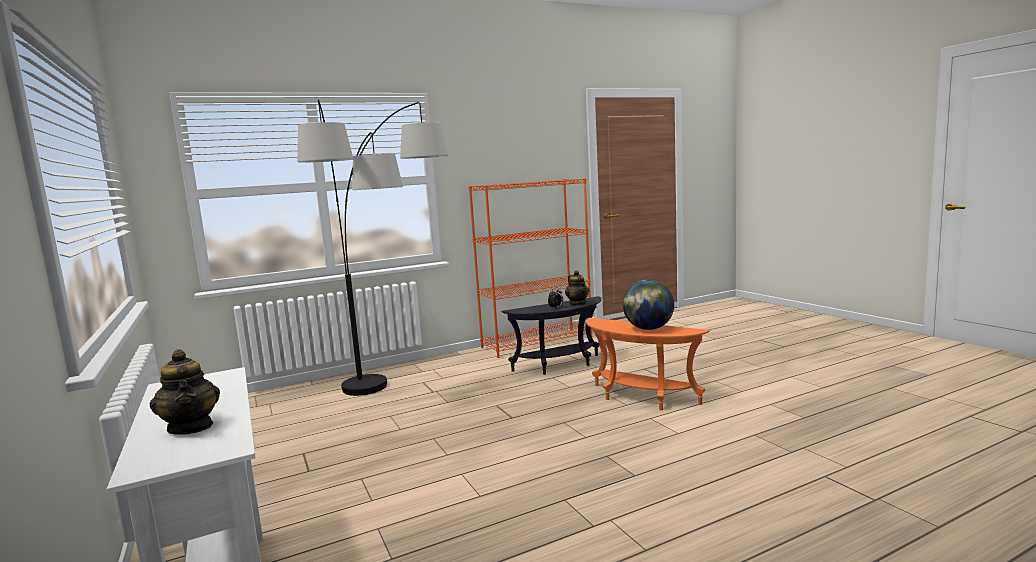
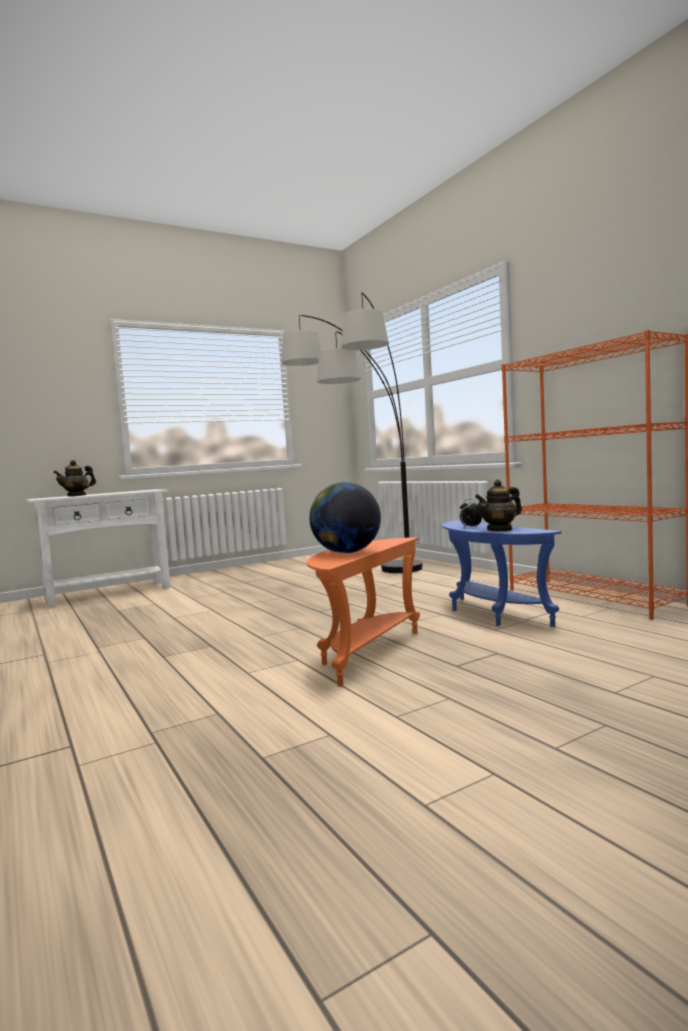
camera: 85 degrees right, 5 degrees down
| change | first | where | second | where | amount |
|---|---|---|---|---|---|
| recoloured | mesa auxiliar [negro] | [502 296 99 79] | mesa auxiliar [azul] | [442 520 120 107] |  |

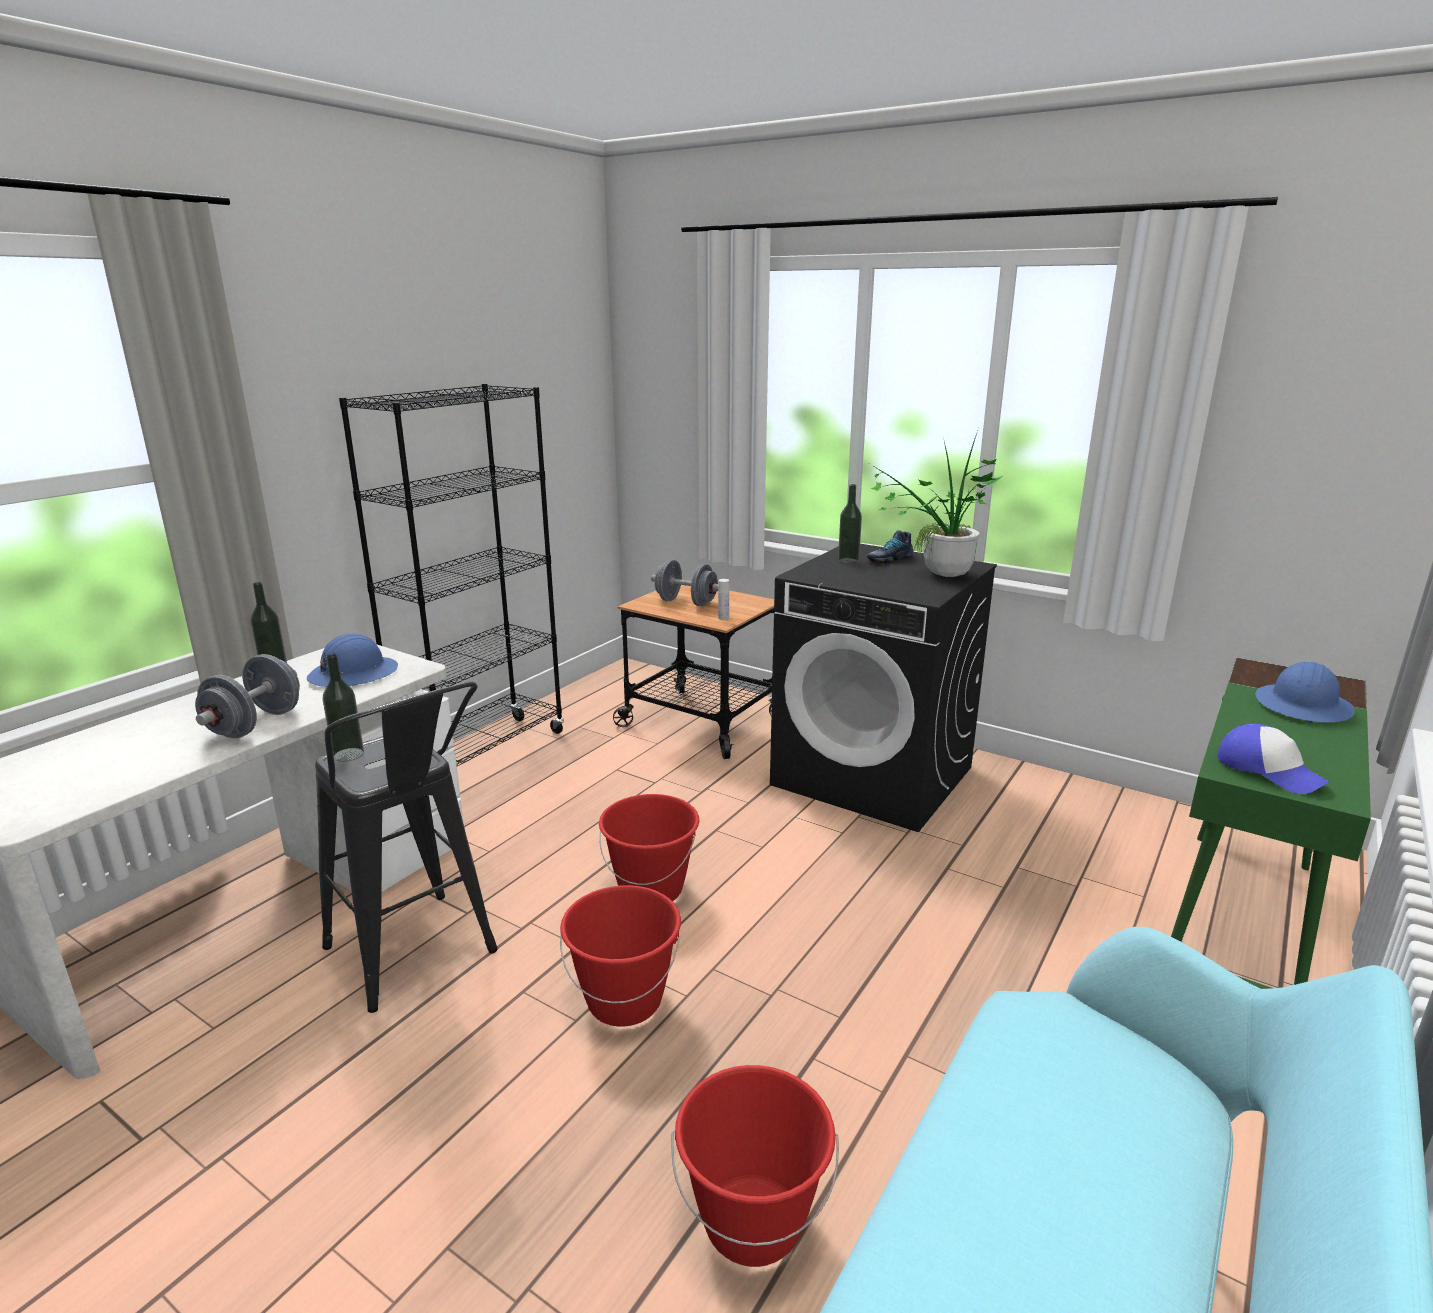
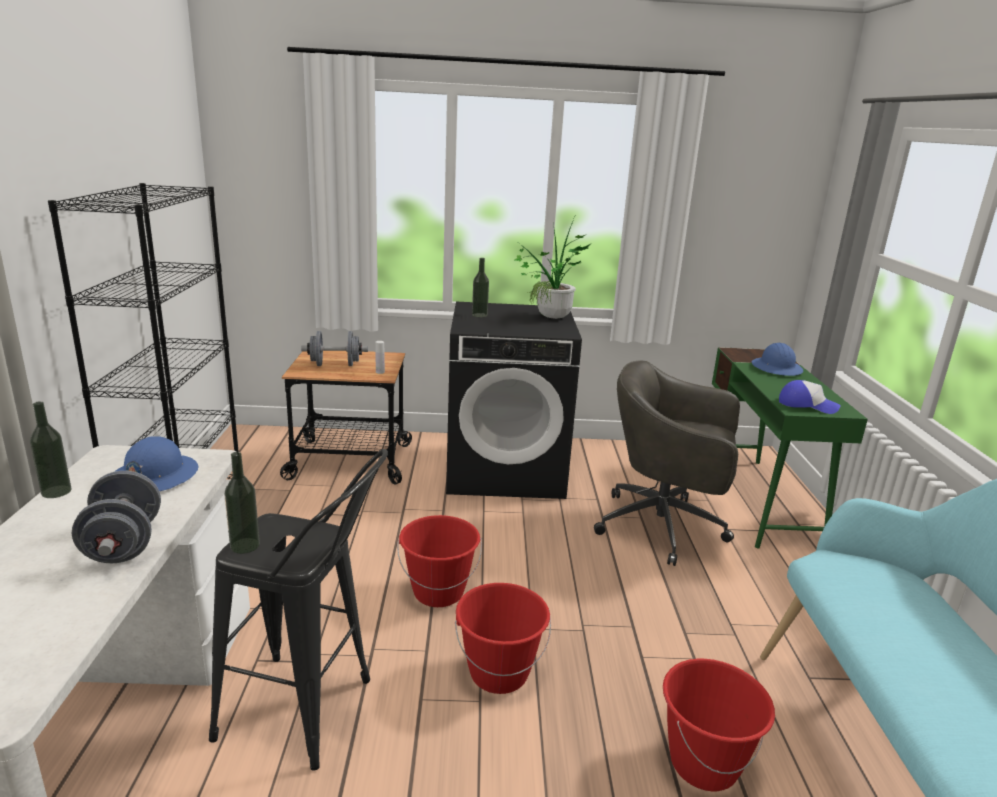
camera: 35 degrees left, 0 degrees up
| change | first | where | second | where | amount |
|---|---|---|---|---|---|
| removed | zapato | [867 530 47 34] |  |  |  |
| added |  |  | silla de oficina [gris] | [594 360 146 206] |  |

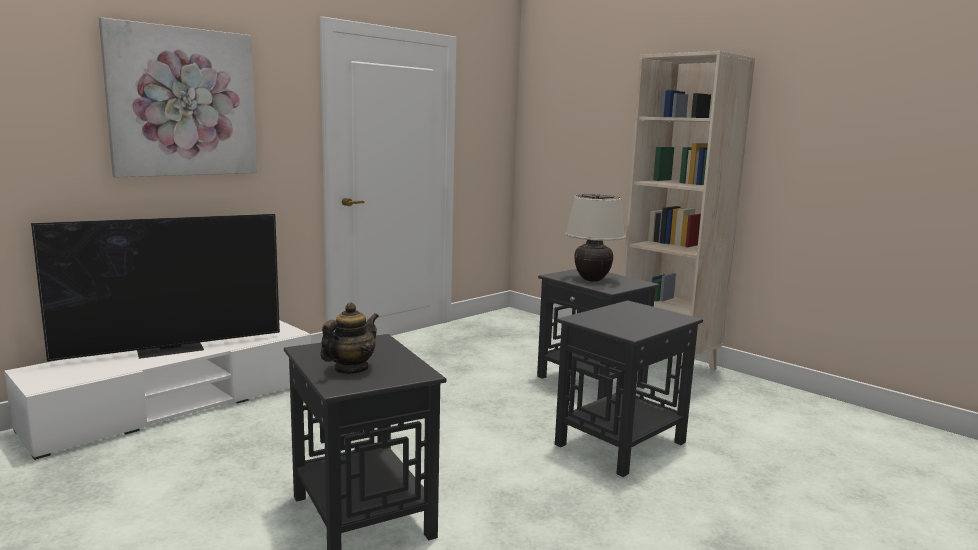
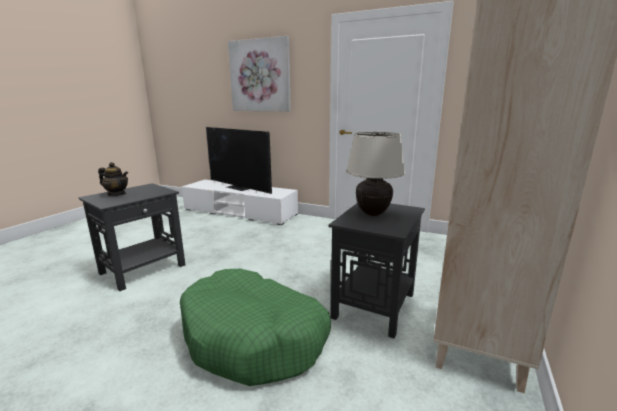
camera: 70 degrees right, 5 degrees up
| change | first | where | second | where | amount |
|---|---|---|---|---|---|
| replaced | mesa auxiliar [negro] | [555 300 148 177] | cama para perro [verde] | [180 269 151 117] |  |

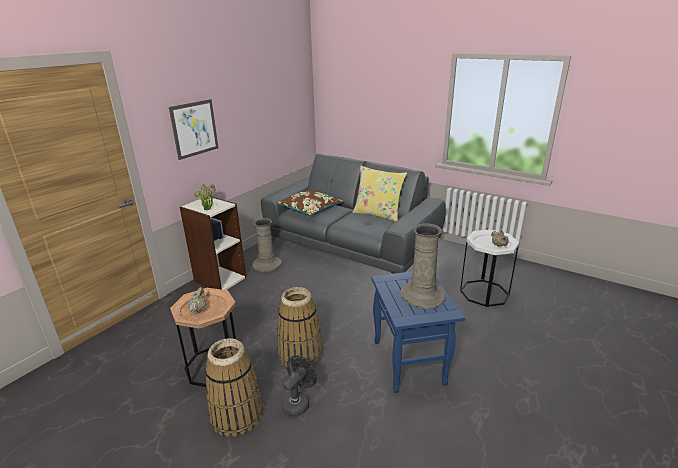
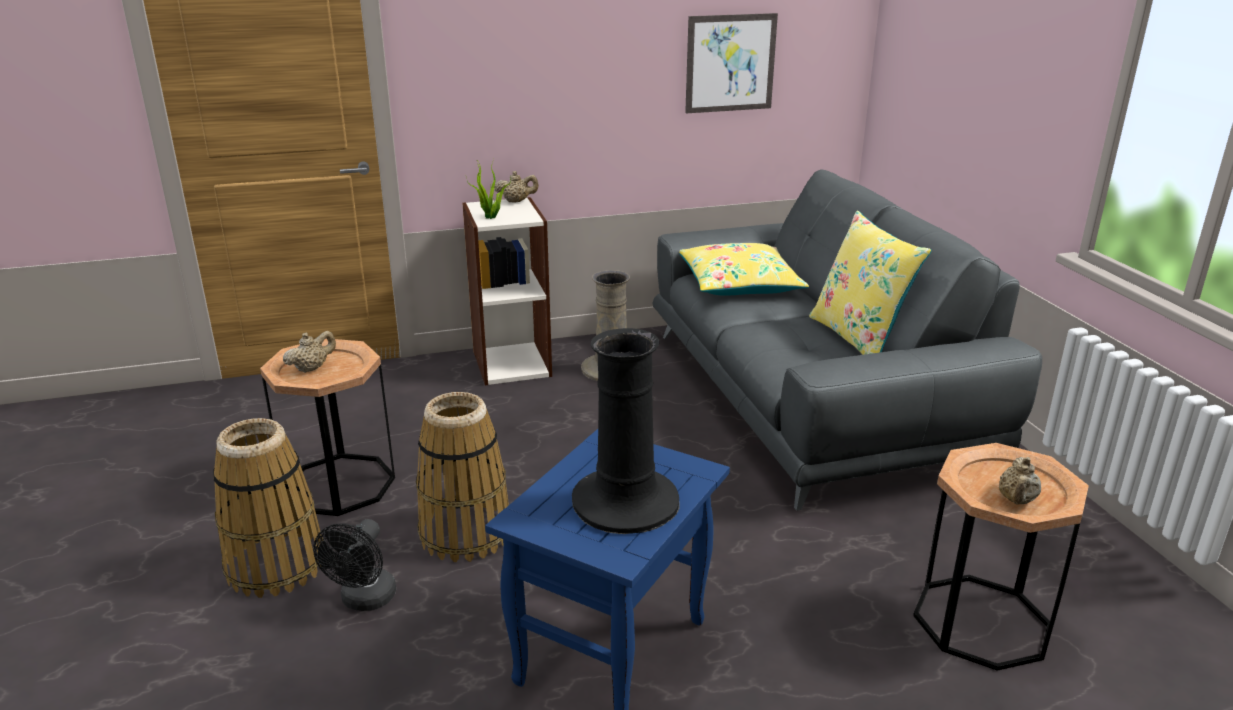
camera: 40 degrees right, 0 degrees up
| change | first | where | second | where | amount |
|---|---|---|---|---|---|
| moved | cuadro | [169 99 50 61] |  | [685 13 93 100] |  |
| recoloured | cojín [marrón] | [278 190 66 26] | cojín [amarillo] | [679 243 130 53] |  |
| recoloured | florero [beis] | [400 223 46 85] | florero [negro] | [572 328 108 206] |  |
| recoloured | mesa auxiliar [blanco] | [460 229 59 78] | mesa auxiliar [marrón] | [913 443 176 228] |  |
| turned | ventilador [negro] | [281 355 36 62] |  | [313 519 83 92] | 120 degrees clockwise |

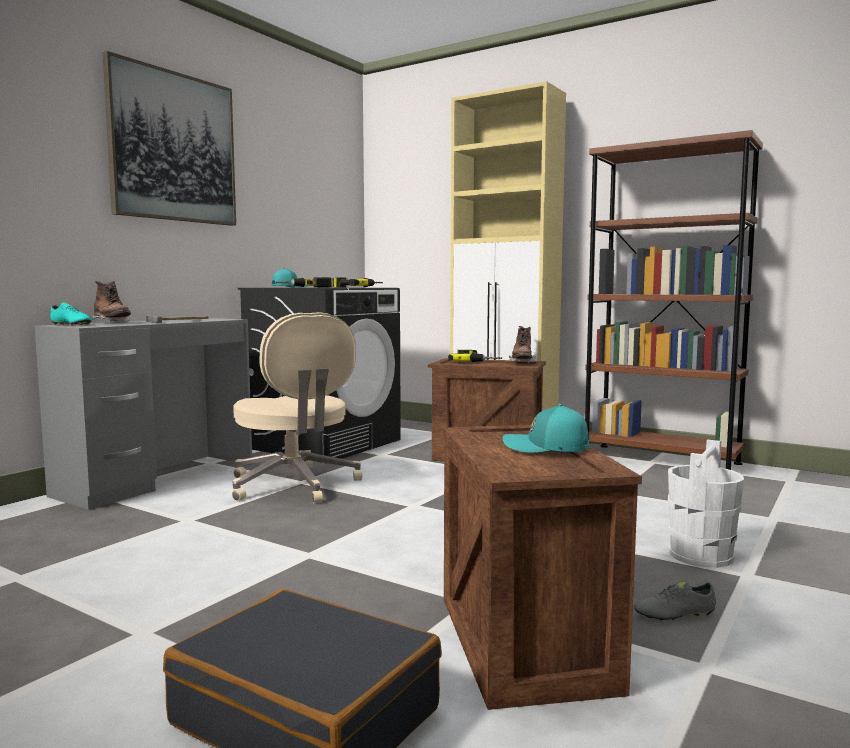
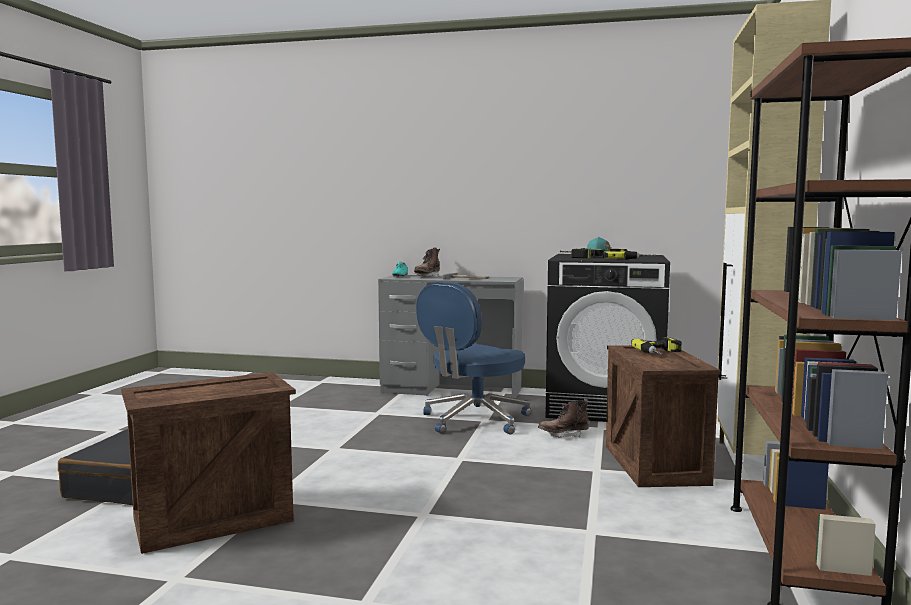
camera: 70 degrees right, 0 degrees up
| change | first | where | second | where | amount |
|---|---|---|---|---|---|
| removed | cuadro | [102 51 134 175] |  |  |  |
| recoloured | silla de oficina [beis] | [232 312 130 191] | silla de oficina [azul] | [416 282 115 153] |  |
| moved | bota [marrón] | [509 326 27 37] |  | [538 399 51 38] |  |
| removed | gorra [turquesa] | [503 404 86 49] |  |  |  |
| removed | cubo [blanco] | [668 439 76 129] |  |  |  |
| removed | zapato [gris] | [634 580 82 42] |  |  |  |

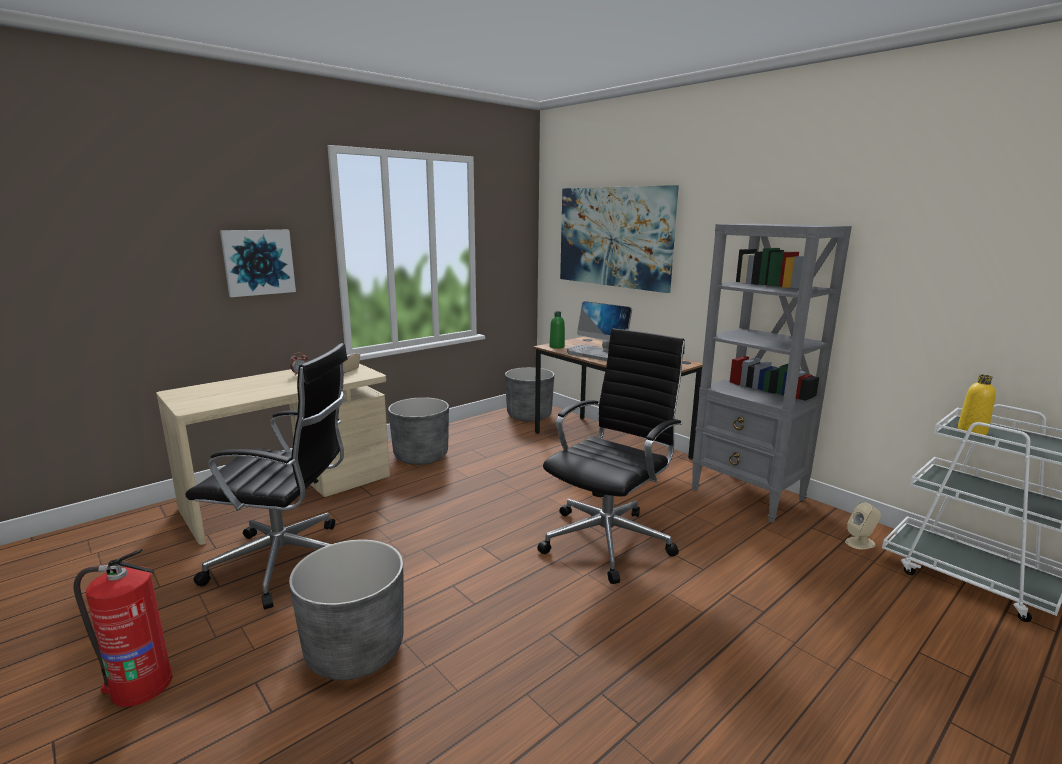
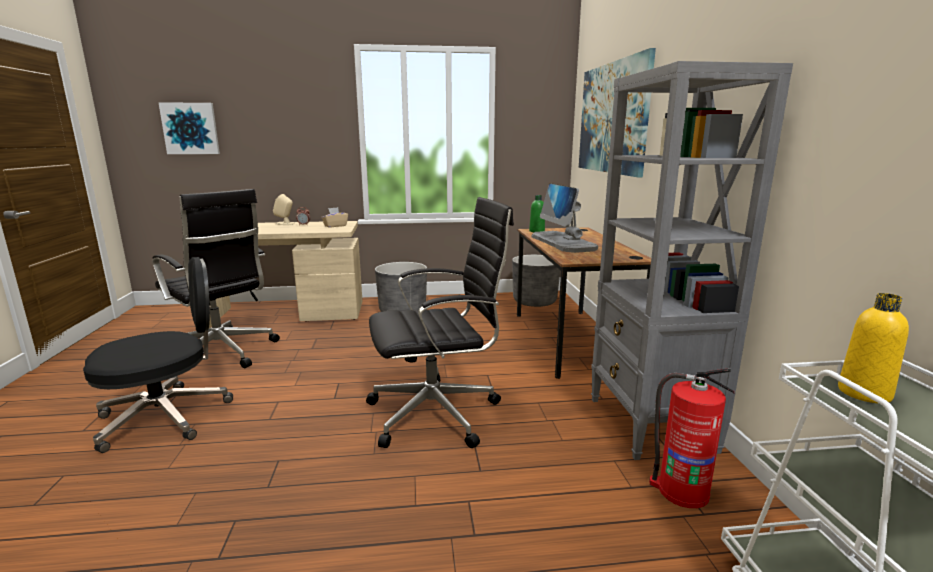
camera: 35 degrees right, 0 degrees up
| change | first | where | second | where | amount |
|---|---|---|---|---|---|
| moved | cuadro | [220 230 76 67] |  | [158 102 62 52] |  |
| moved | altavoz [beis] | [845 502 36 47] |  | [273 194 22 31] |  |
| replaced | maceta [gris] | [289 540 115 140] | silla de oficina [negro] | [83 257 150 196] |  |
| moved | extintor | [74 549 99 158] |  | [649 369 85 139] |  |

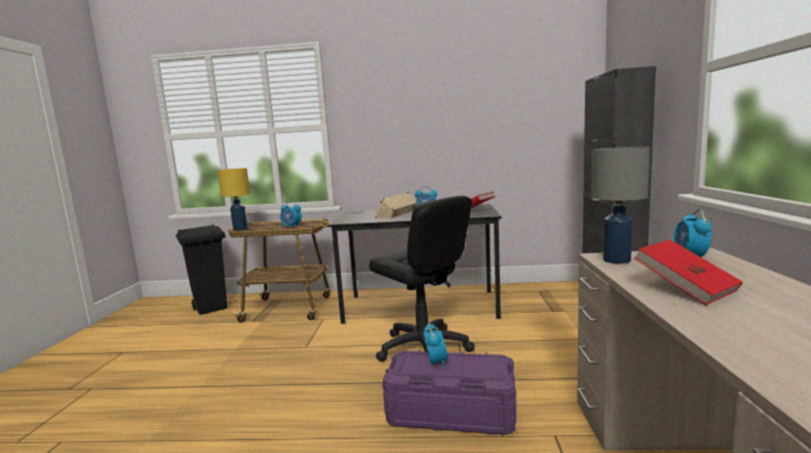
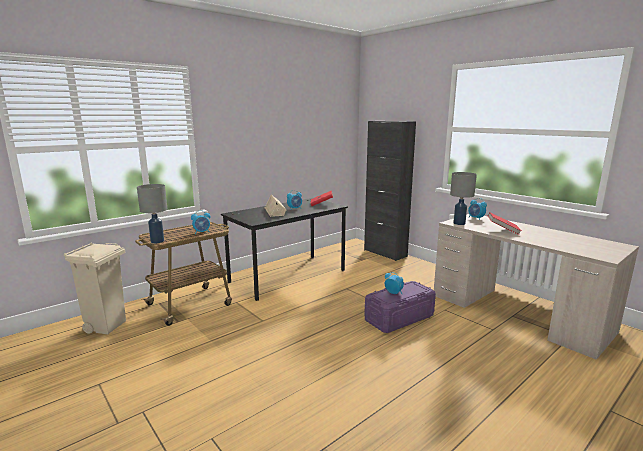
camera: 45 degrees left, 5 degrees up
| change | first | where | second | where | amount |
|---|---|---|---|---|---|
| recoloured | lámpara de mesa [amarillo] | [217 168 33 63] | lámpara de mesa [gris] | [137 184 30 59] |  |
| removed | silla de oficina [negro] | [369 196 106 166] |  |  |  |
| recoloured | papelera [negro] | [176 225 52 90] | papelera [beis] | [64 243 62 91] |  |

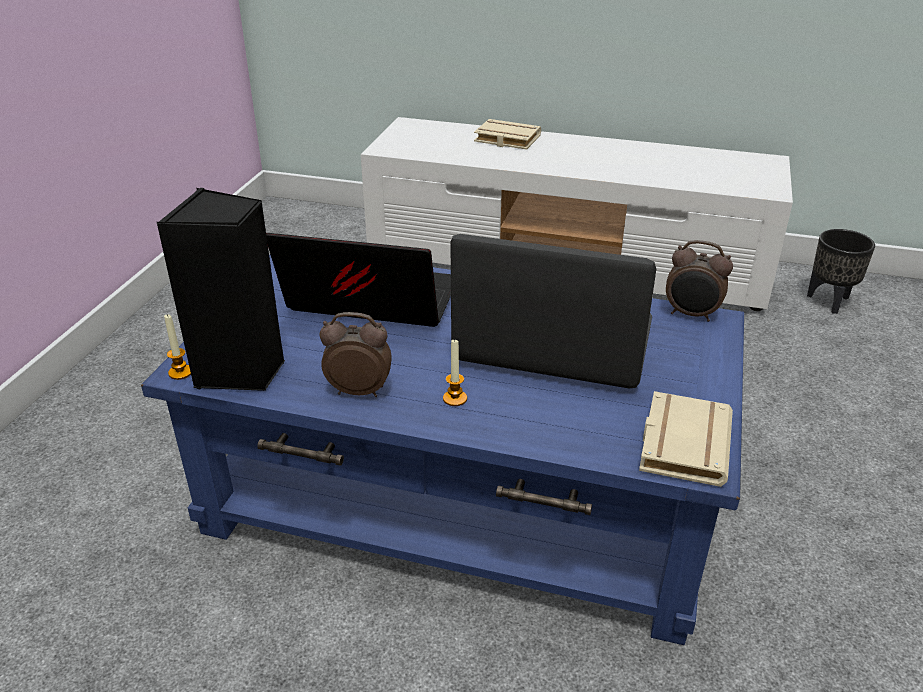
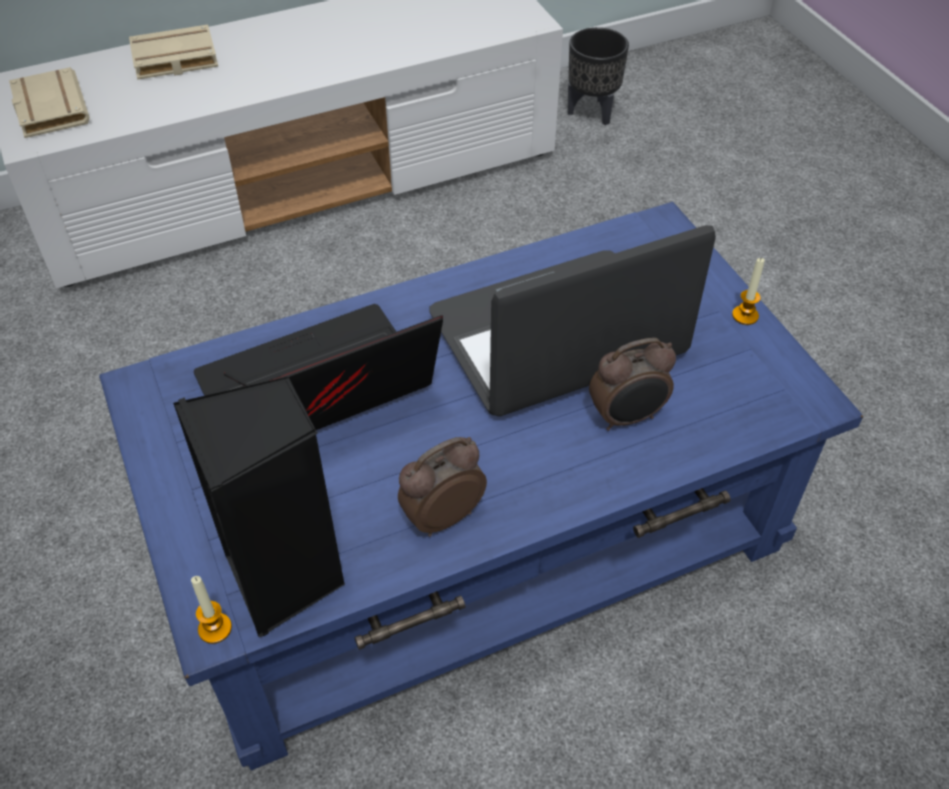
camera: 40 degrees left, 15 degrees up
| change | first | where | second | where | amount |
|---|---|---|---|---|---|
| moved | despertador | [666 240 67 82] |  | [589 338 87 93] |  |
| moved | vela | [443 339 24 67] |  | [732 258 33 67] |  |
| moved | libro [beis] | [639 391 94 96] |  | [9 67 81 71] |  |

